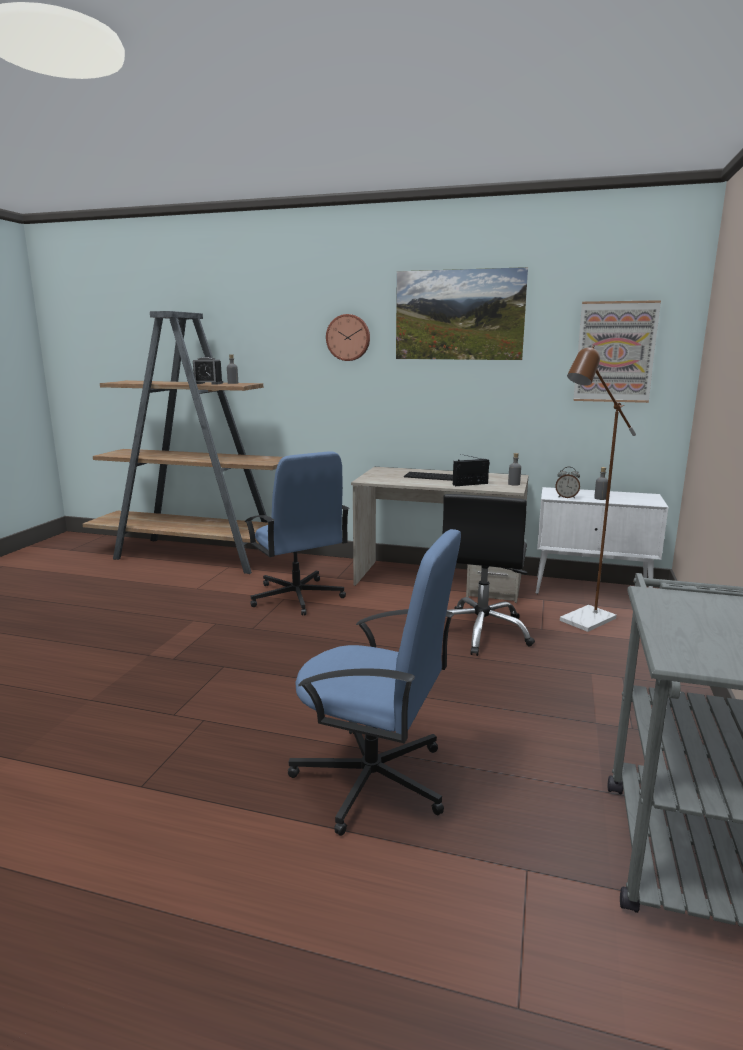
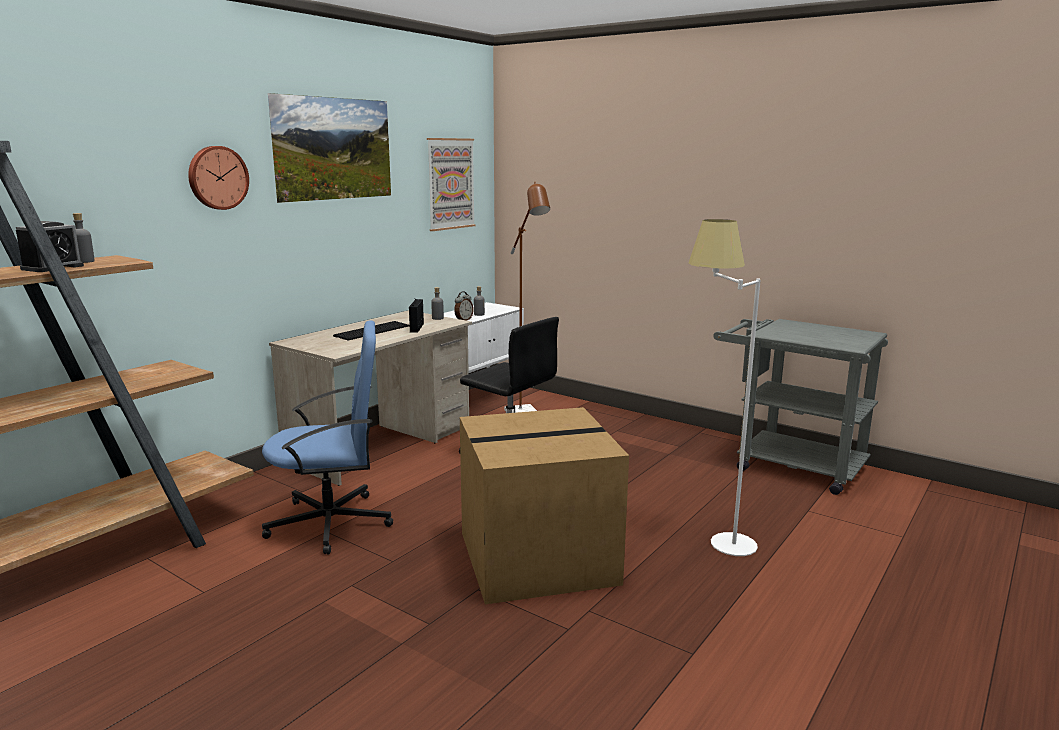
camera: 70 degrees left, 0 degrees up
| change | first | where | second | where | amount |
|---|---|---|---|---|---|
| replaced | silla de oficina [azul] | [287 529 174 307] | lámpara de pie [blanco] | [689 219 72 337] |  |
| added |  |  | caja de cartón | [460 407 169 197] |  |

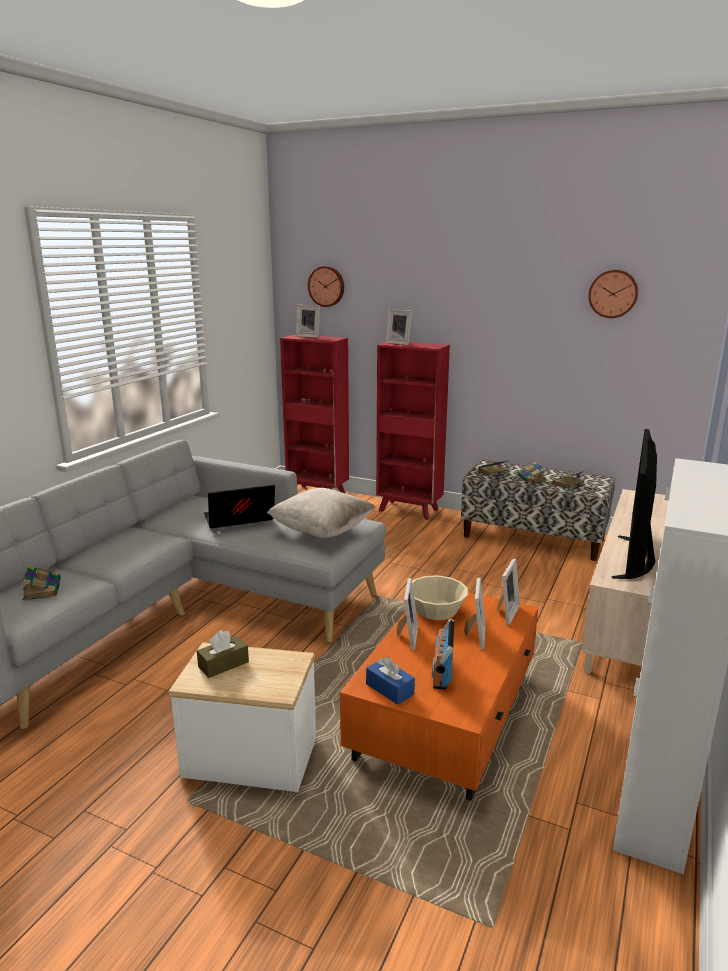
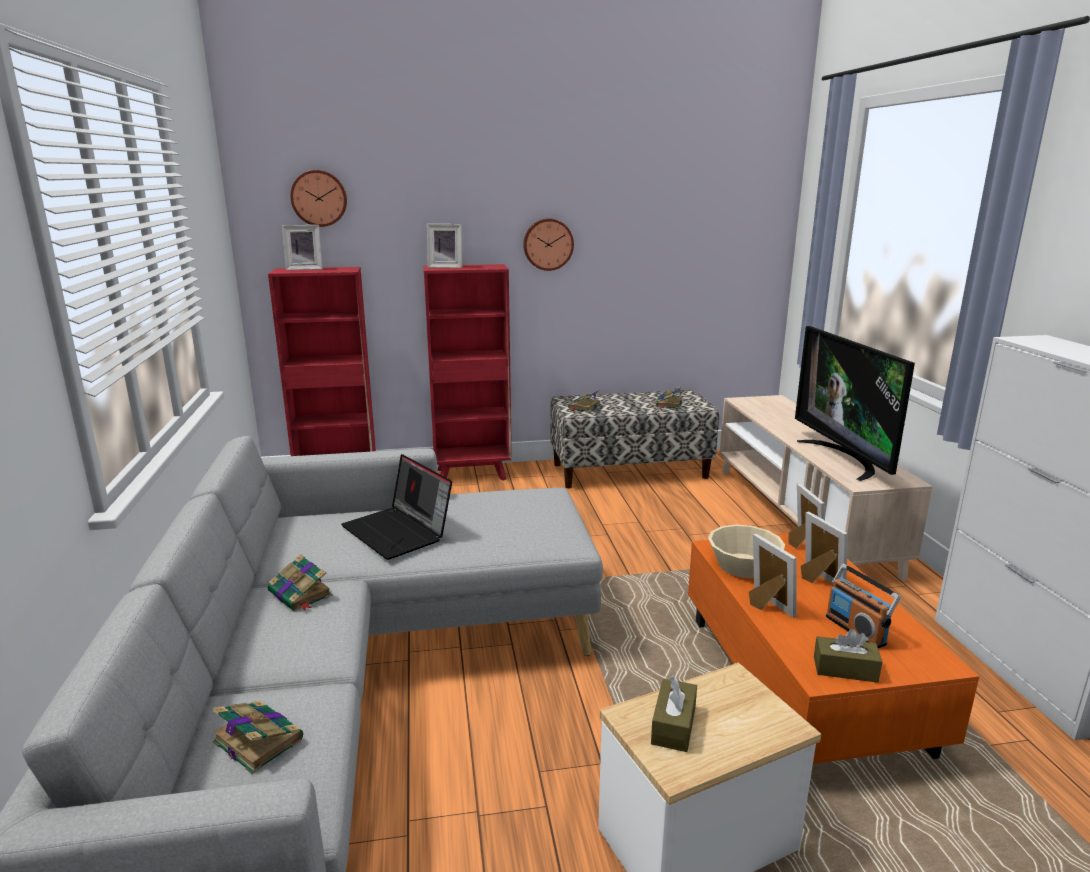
camera: 35 degrees left, 0 degrees up
| change | first | where | second | where | amount |
|---|---|---|---|---|---|
| moved | reloj de pared | [588 270 50 48] |  | [523 218 51 53] |  |
| moved | libro | [517 462 30 21] |  | [267 554 66 57] |  |
| turned | portátil | [204 485 71 43] |  | [341 454 111 106] | 75 degrees counterclockwise |
| removed | cojín [beis] | [267 488 109 50] |  |  |  |
| recoloured | caja de pañuelos [azul] | [366 656 49 49] | caja de pañuelos [marrón] | [814 629 68 54] |  |

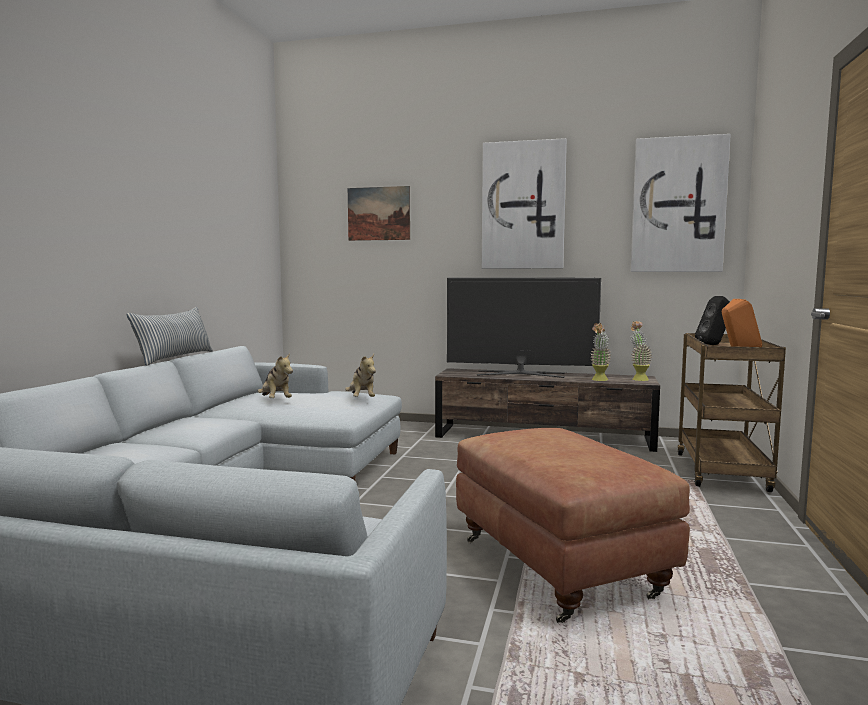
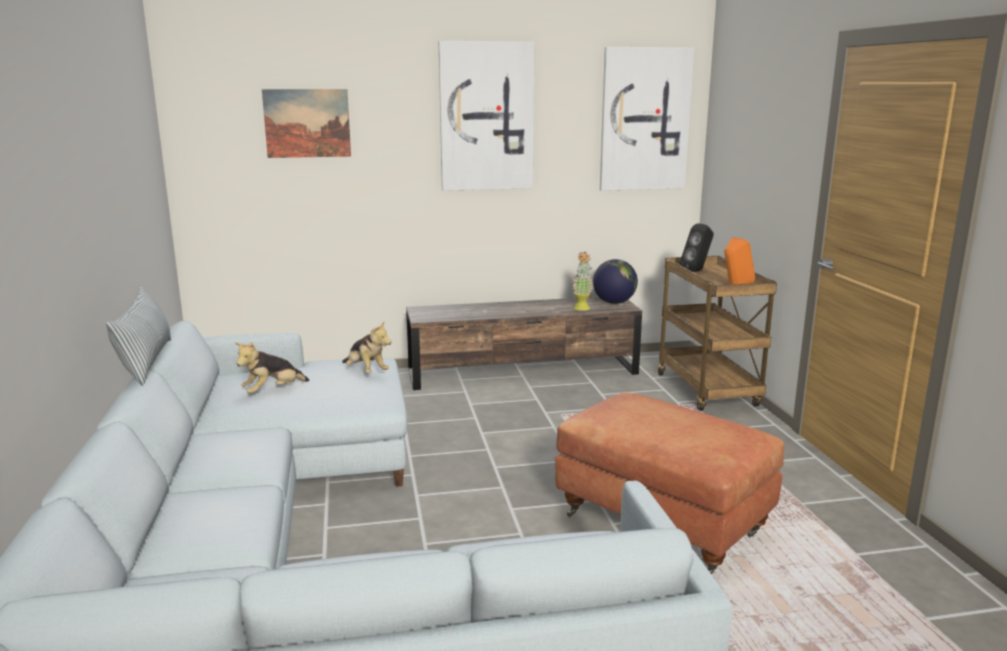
camera: 25 degrees left, 10 degrees up
| change | first | where | second | where | amount |
|---|---|---|---|---|---|
| removed | televisor | [447 278 154 100] |  |  |  |
| replaced | planta en maceta | [630 321 22 60] | globo terráqueo | [593 259 45 45] |  |
| turned | peluche | [258 353 35 45] |  | [235 342 74 52] | 105 degrees clockwise |

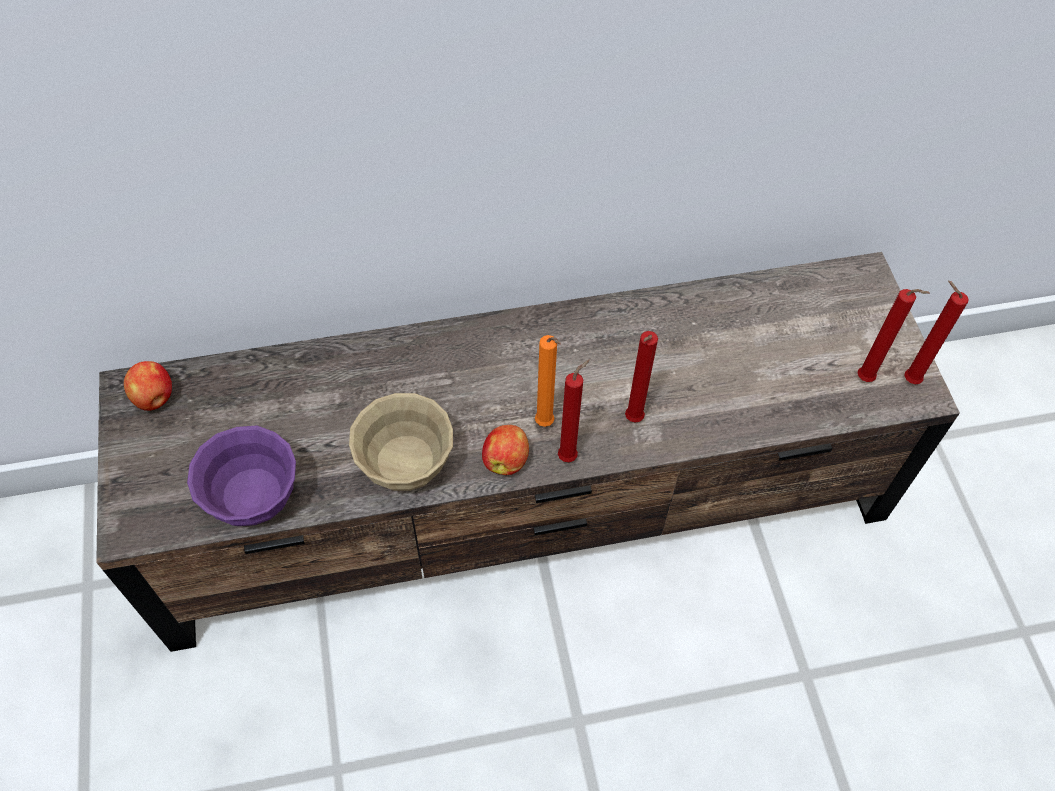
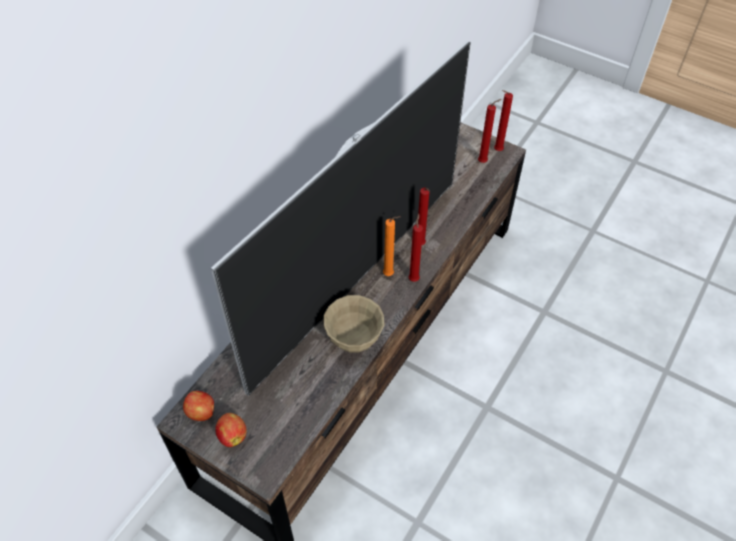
camera: 45 degrees left, 5 degrees down
| change | first | where | second | where | amount |
|---|---|---|---|---|---|
| removed | cuenco [morado] | [187 425 109 101] |  |  |  |
| moved | manzana | [482 425 47 50] |  | [215 413 32 34] |  |
| added |  |  | televisor | [211 41 260 355] |  |

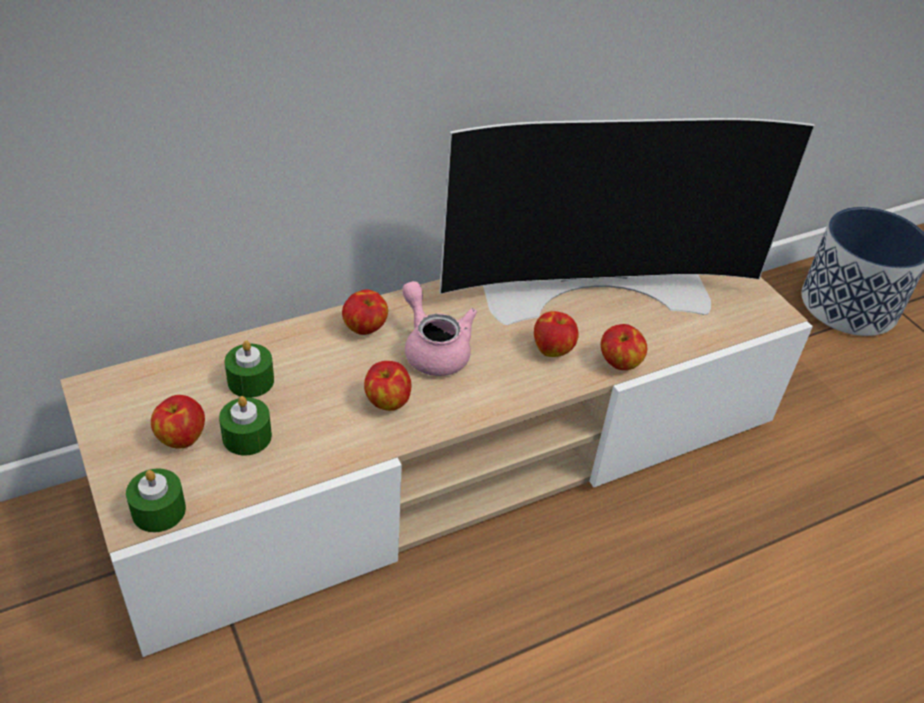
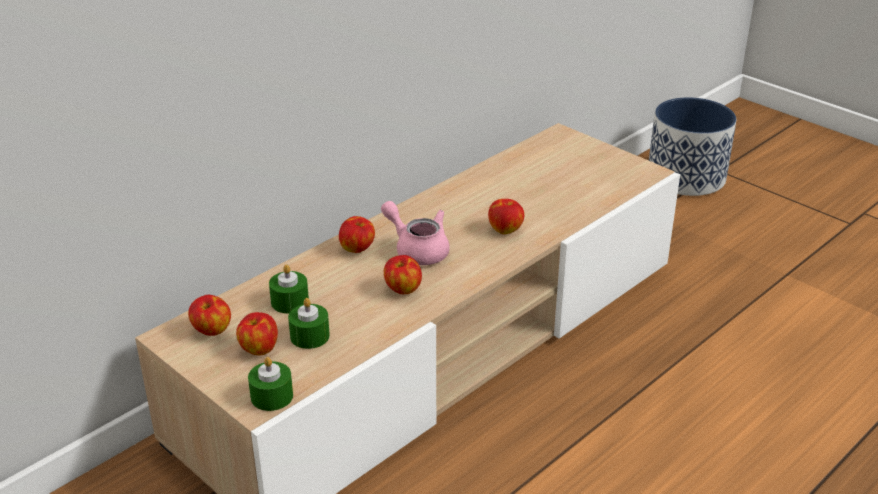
camera: 15 degrees left, 10 degrees down
| change | first | where | second | where | amount |
|---|---|---|---|---|---|
| removed | televisor | [439 118 376 207] |  |  |  |
| moved | manzana | [601 324 46 46] |  | [188 295 43 41] |  |

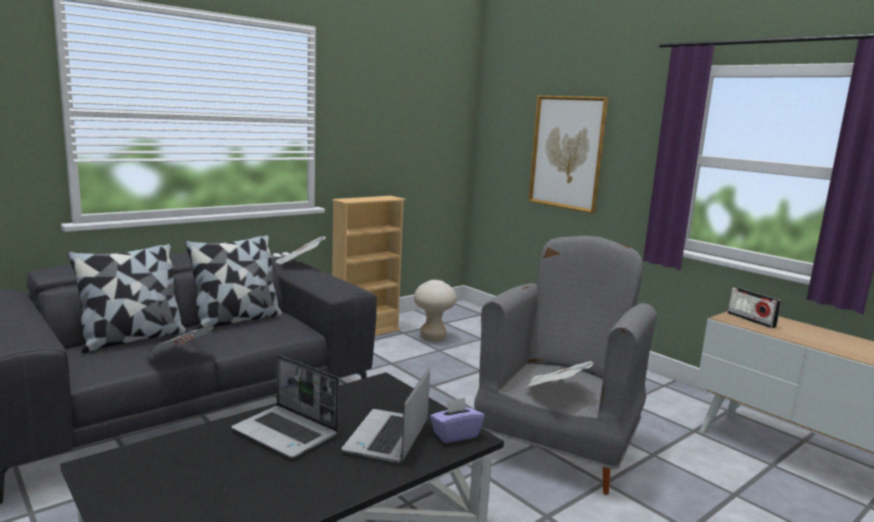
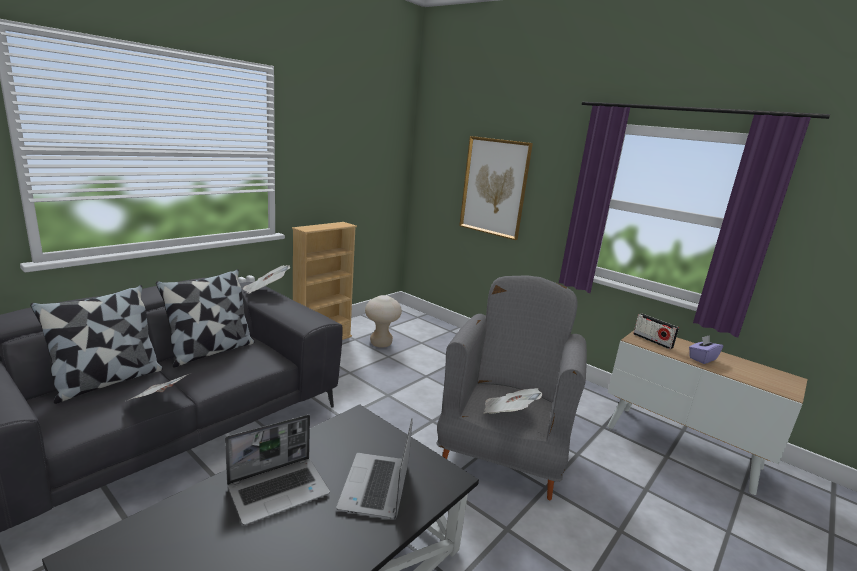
camera: 10 degrees left, 5 degrees up
| change | first | where | second | where | amount |
|---|---|---|---|---|---|
| turned | portátil | [231 355 108 103] |  | [225 414 105 111] | 60 degrees counterclockwise |
| moved | caja de pañuelos [morado] | [430 398 54 45] |  | [689 335 34 29] |  |

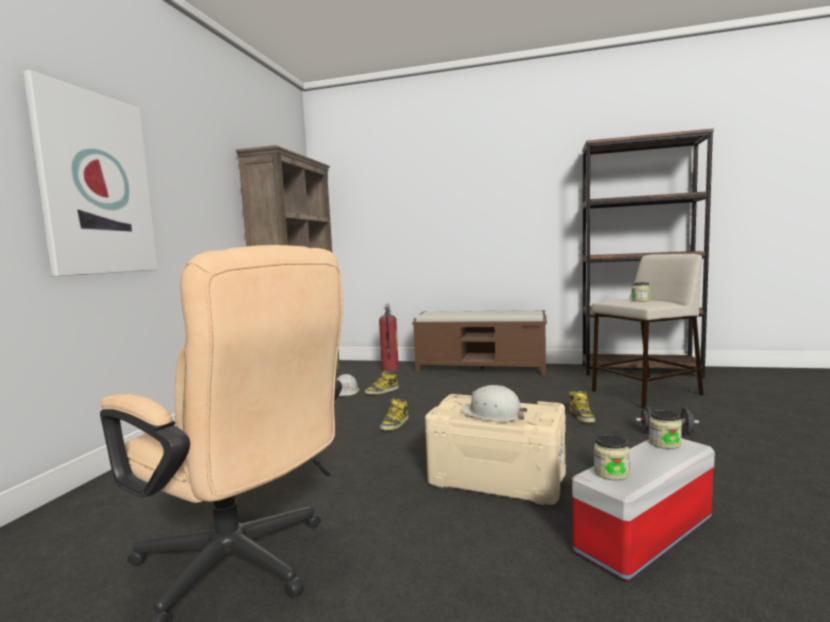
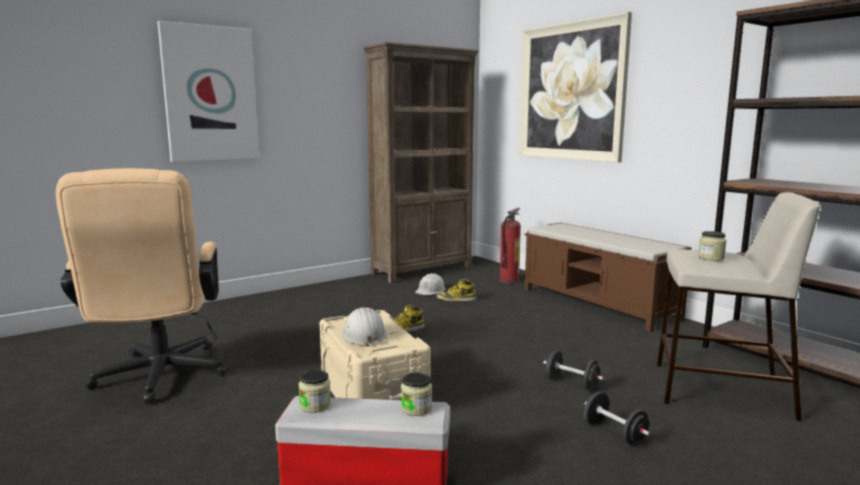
camera: 40 degrees right, 5 degrees up
| change | first | where | second | where | amount |
|---|---|---|---|---|---|
| replaced | bota | [569 391 26 32] | mancuerna [negro] | [543 350 61 41] |  |
| added |  |  | cuadro | [519 12 113 151] |  |

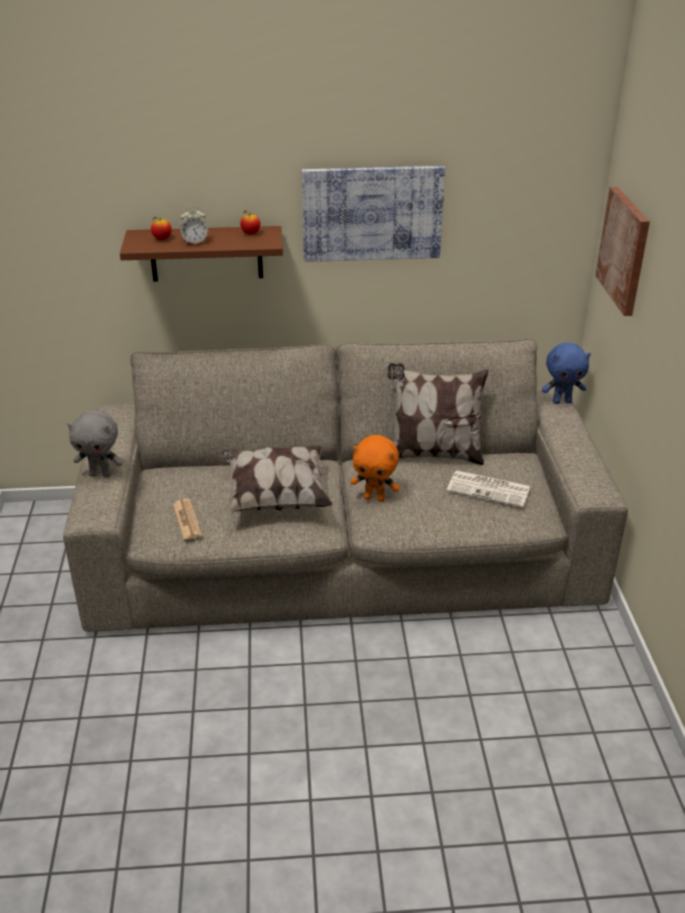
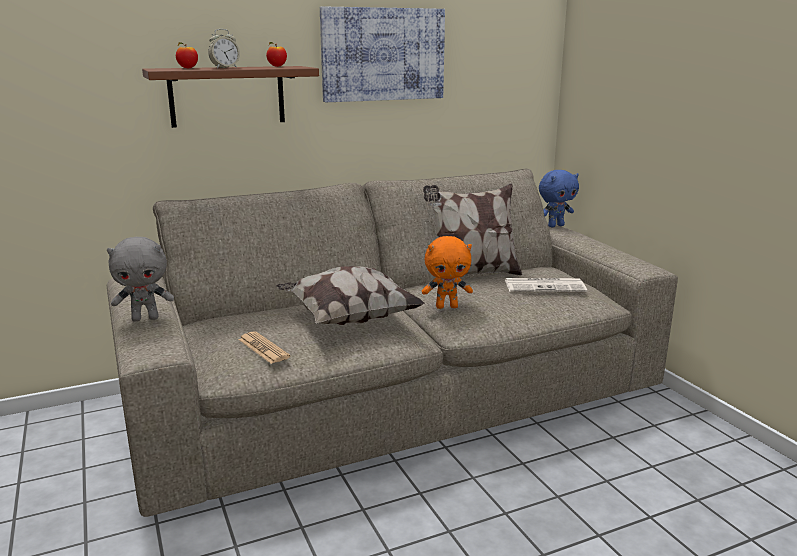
camera: 20 degrees left, 15 degrees down
| change | first | where | second | where | amount |
|---|---|---|---|---|---|
| removed | cuadro | [595 187 55 129] |  |  |  |

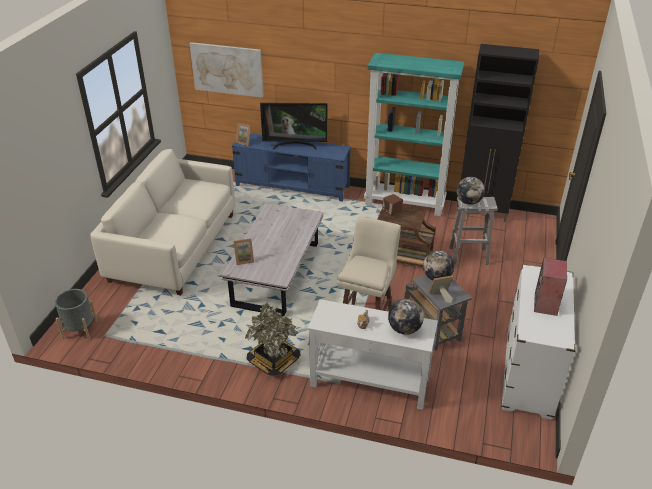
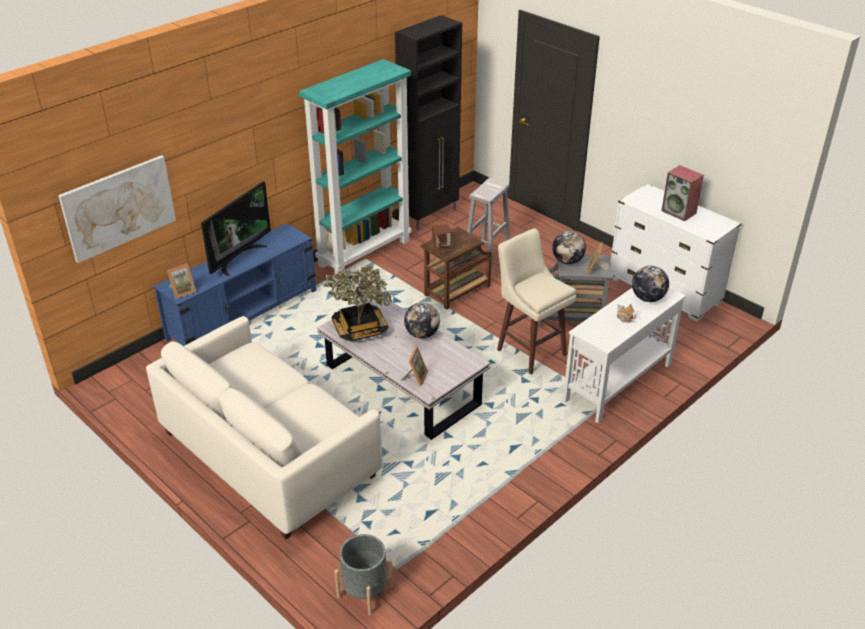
camera: 60 degrees left, 0 degrees up
| change | first | where | second | where | amount |
|---|---|---|---|---|---|
| moved | globo terráqueo | [456 177 29 28] |  | [404 302 36 37] |  |
| moved | planta en maceta | [245 302 55 74] |  | [321 266 71 75] |  |

